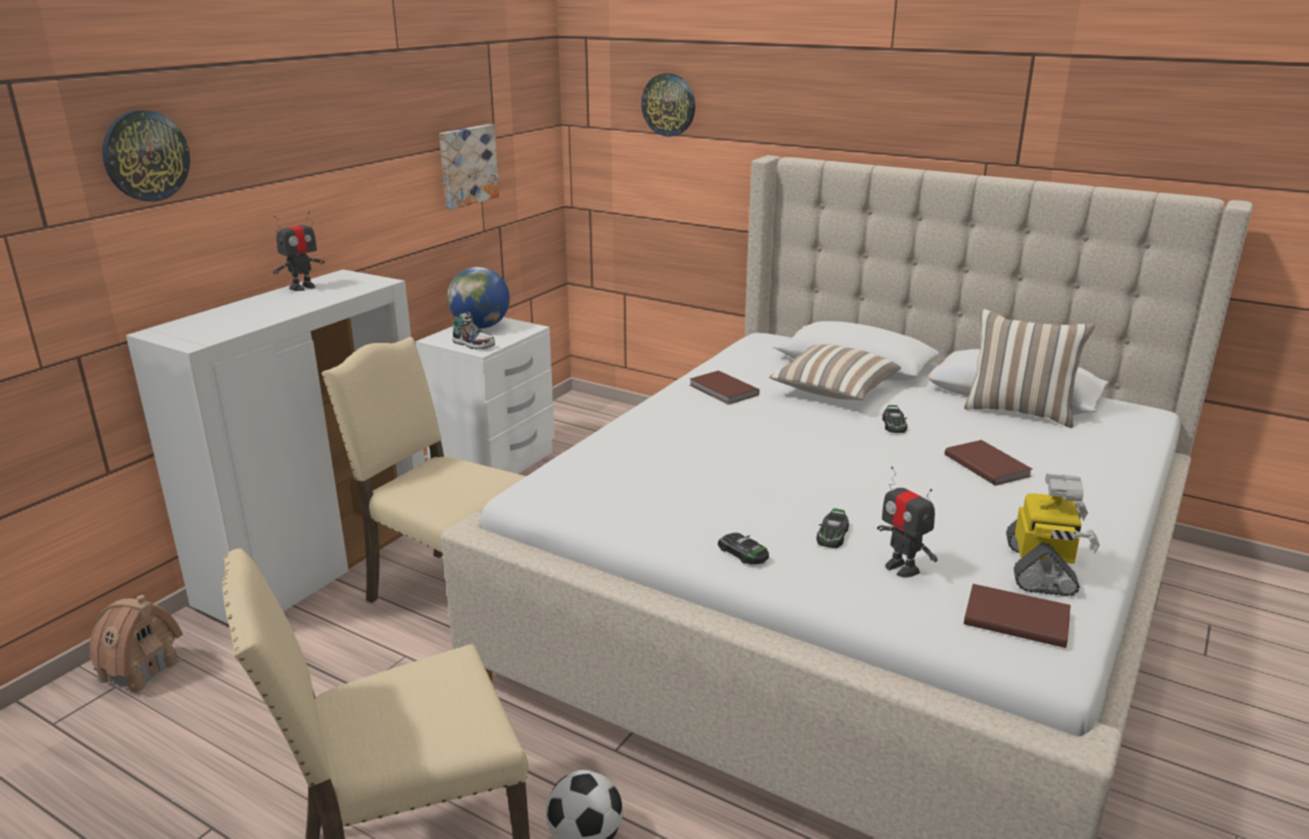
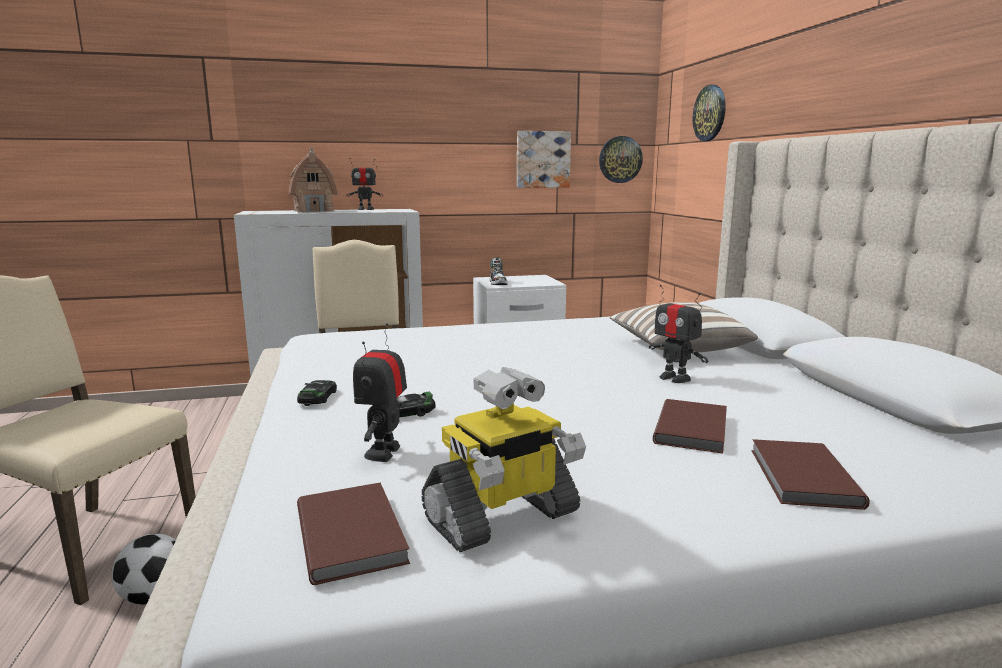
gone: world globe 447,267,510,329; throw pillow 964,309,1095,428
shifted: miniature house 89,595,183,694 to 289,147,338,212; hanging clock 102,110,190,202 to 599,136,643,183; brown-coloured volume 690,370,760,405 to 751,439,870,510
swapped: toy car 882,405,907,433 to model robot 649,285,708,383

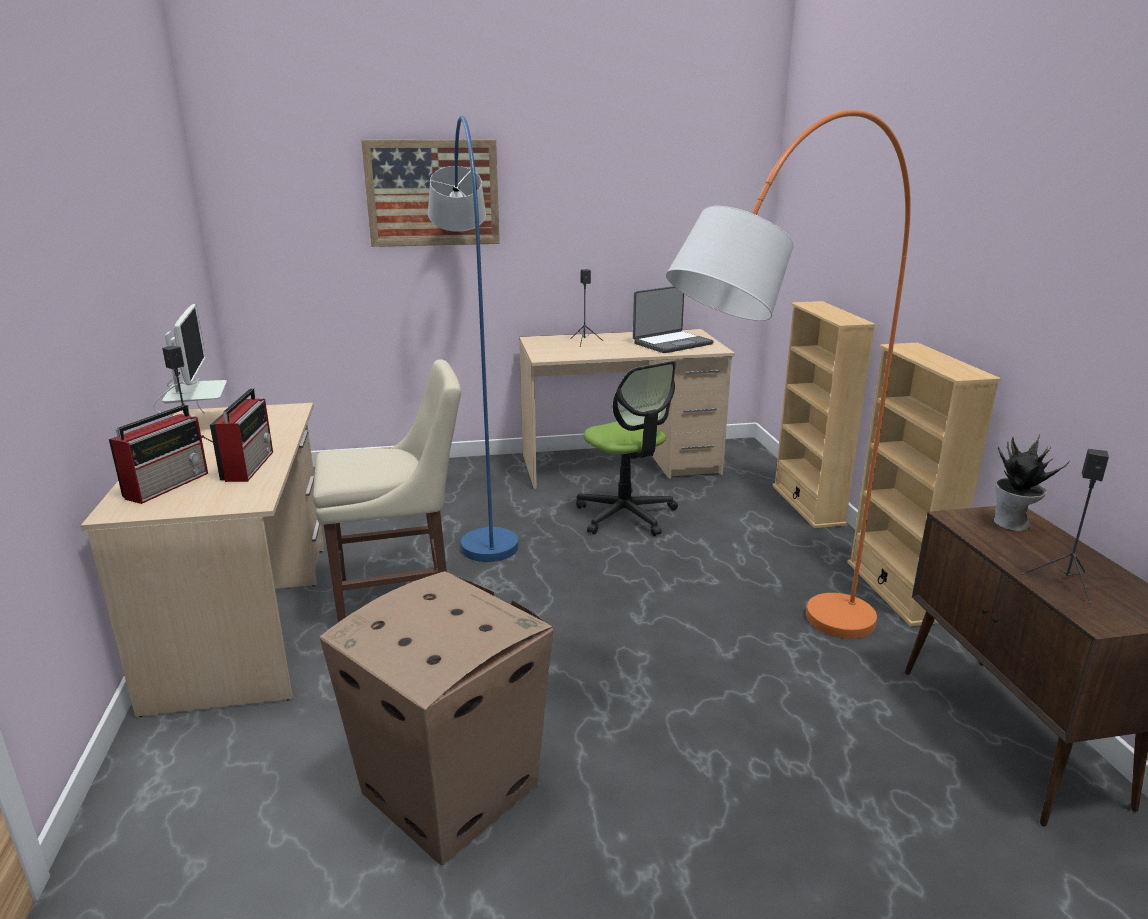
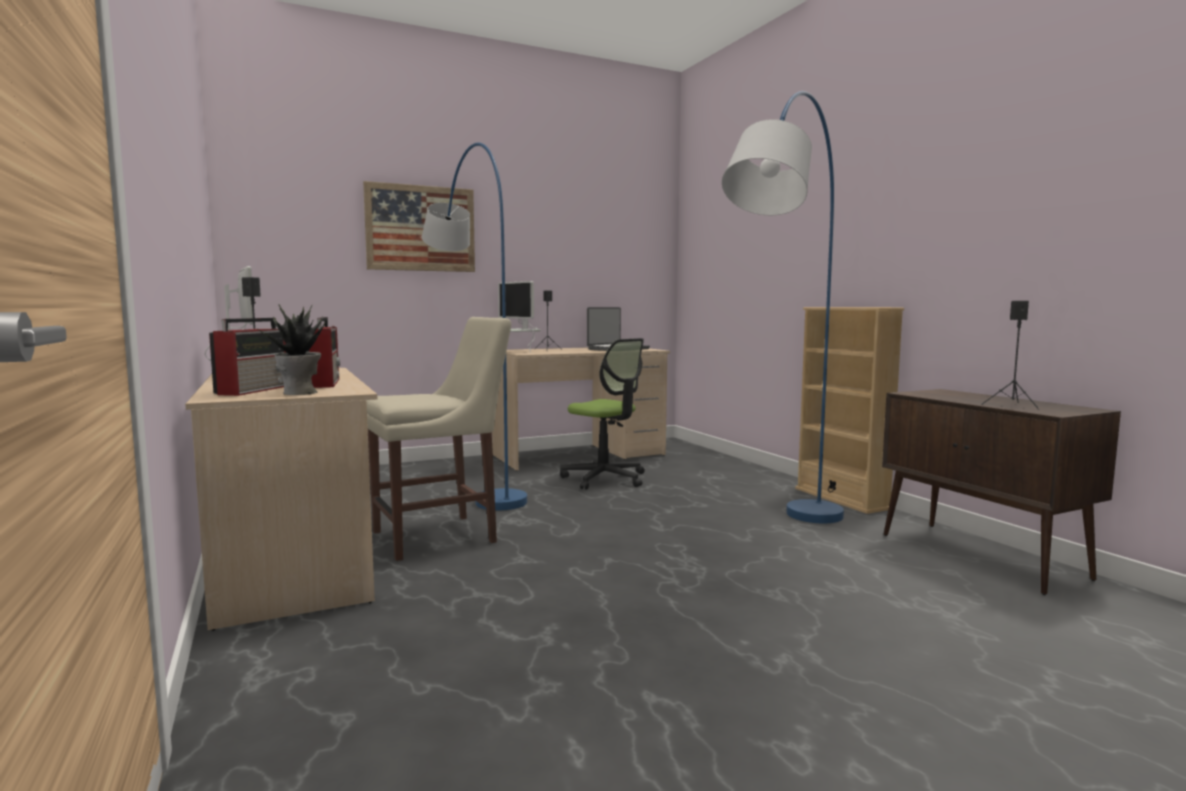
gone: carton 319,571,553,865; sand-coloured shelving unit 772,301,876,528
new: monitor 498,281,541,353
shifted: potted plant 994,434,1069,531 to 257,304,326,395
repainted: orange standard lamp 666,110,911,639 to blue standard lamp 722,91,844,523

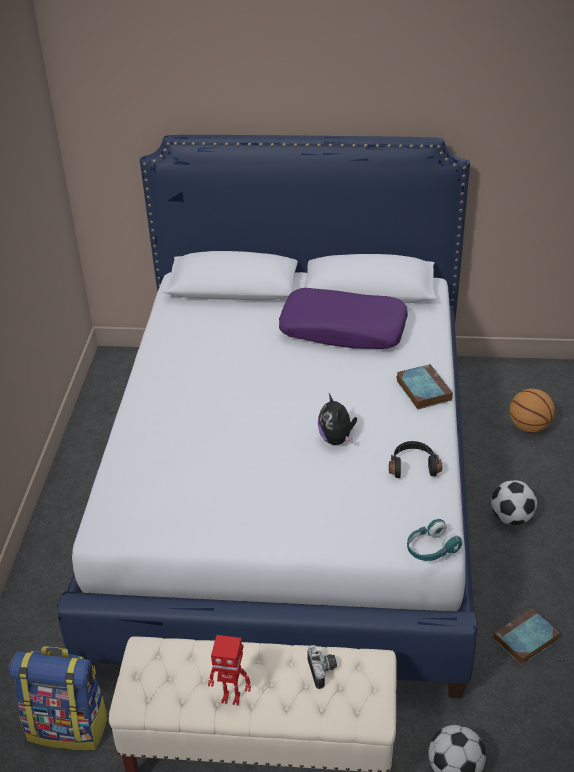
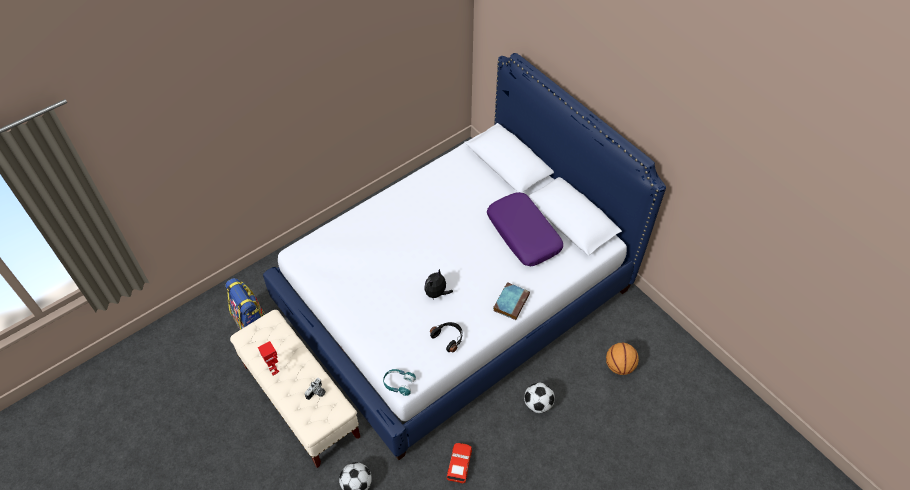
swapped: volume 493,608,560,665 to reddish toy car 447,443,472,484

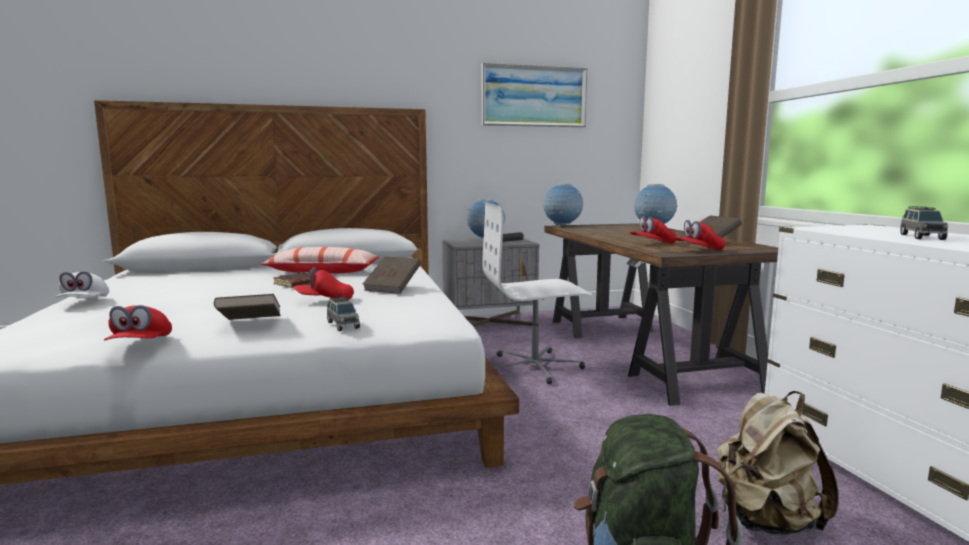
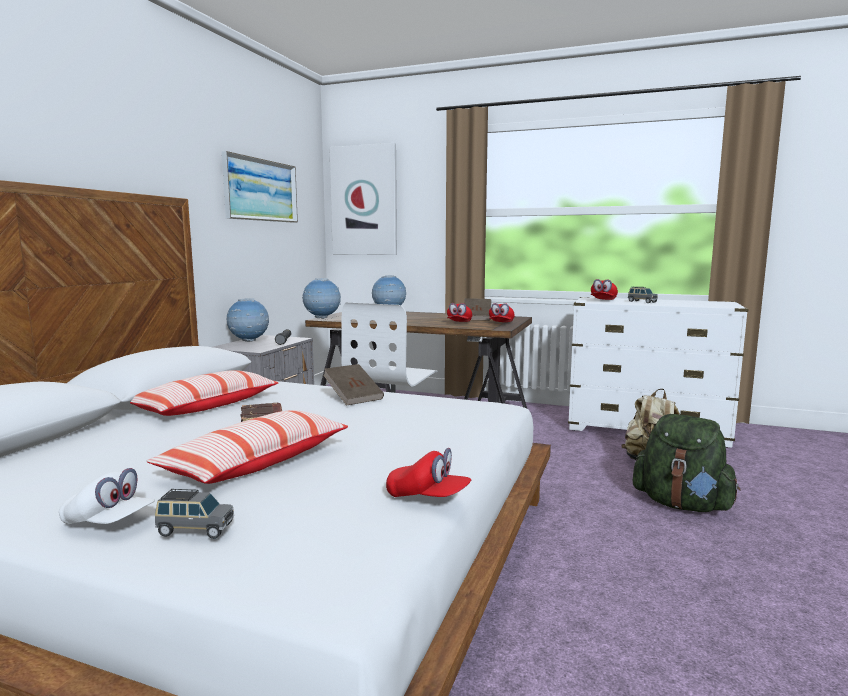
gone: brown-coloured volume 214,294,281,320
new: throw pillow 147,410,348,484; picture 329,143,397,255
shifted: reddish peaked cap 294,267,354,299 to 591,279,618,300; greyish toy car 327,296,360,331 to 155,489,234,539

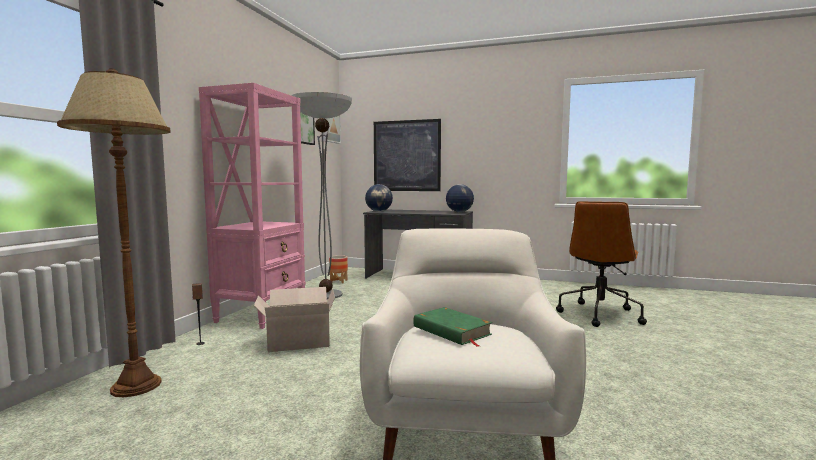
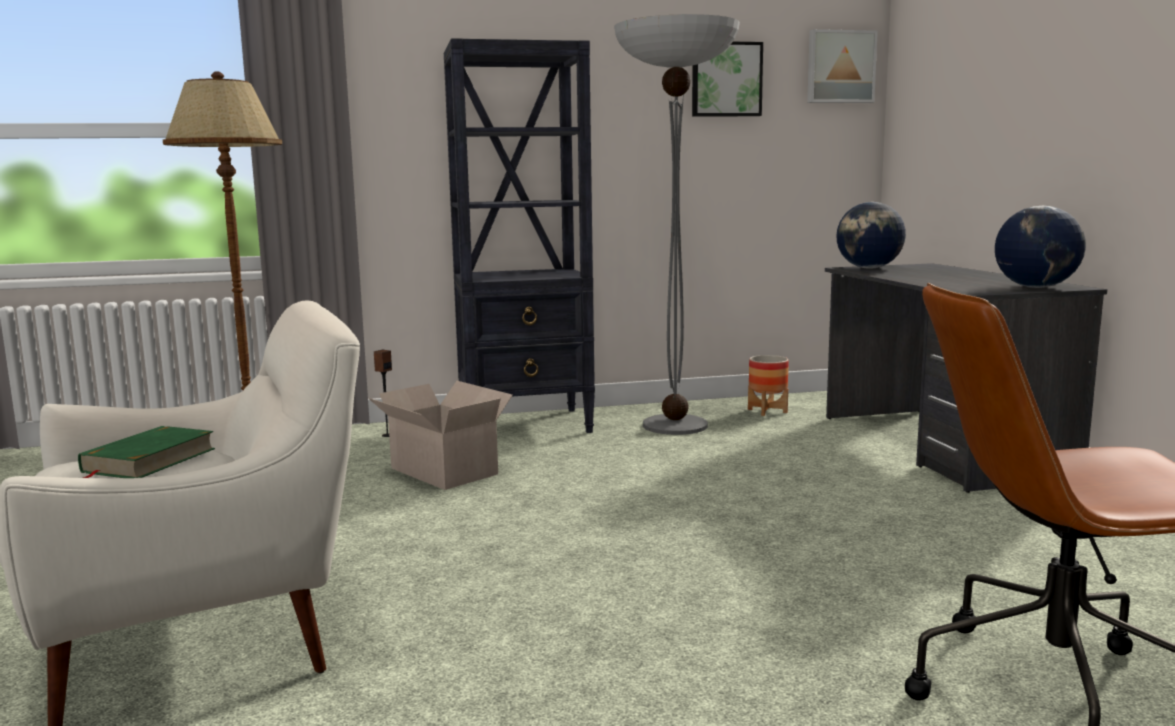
gone: picture 374,119,441,191
repainted: pink-coloured shelving unit 199,83,306,329 to blackish shelving unit 444,38,595,433

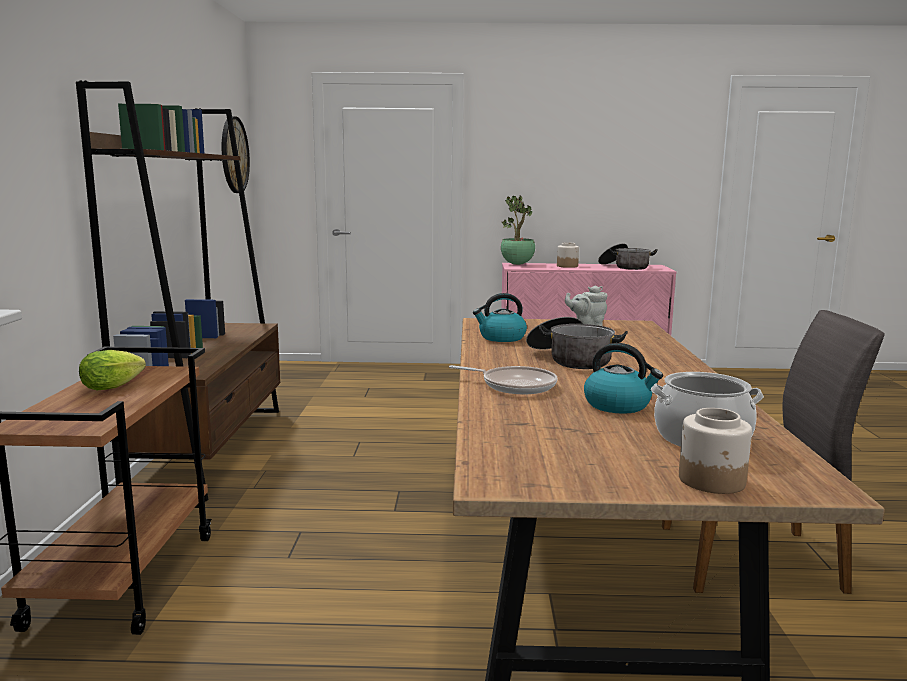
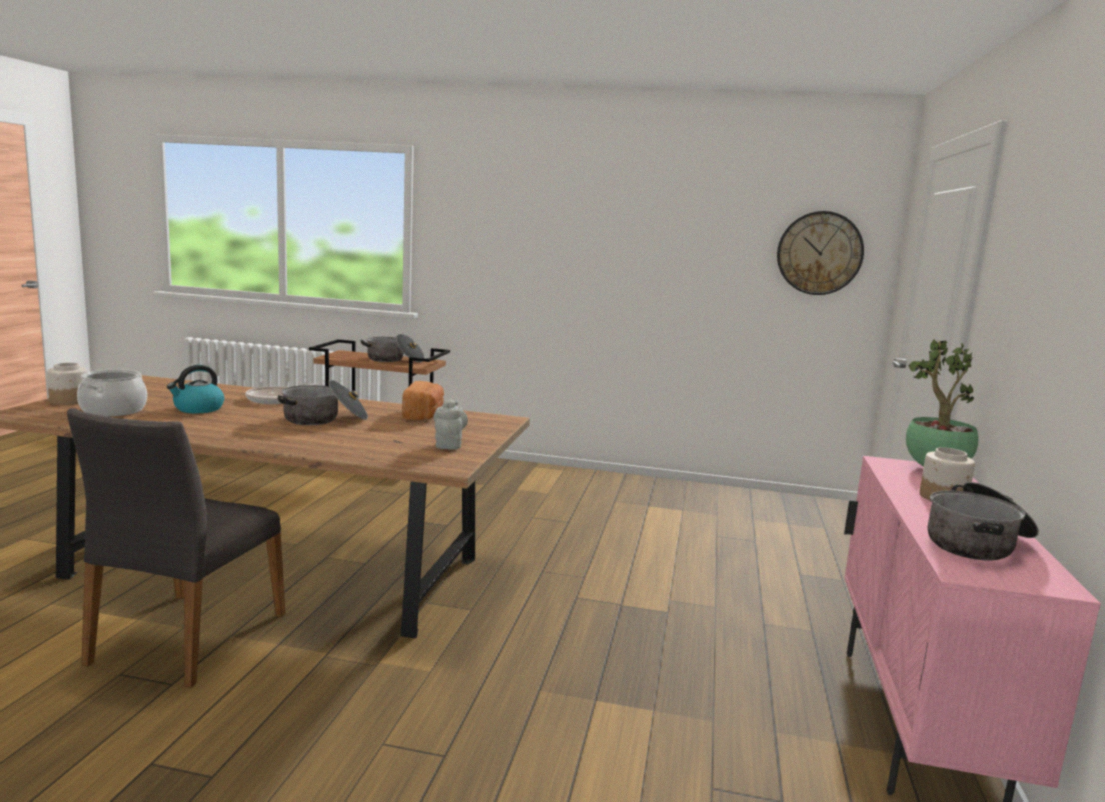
gone: brown-coloured shelving unit 76,81,280,502
swapped: lettuce head 79,350,146,390 to saucepot 360,334,424,363; kettle 473,293,527,342 to bakery bread 402,381,444,420

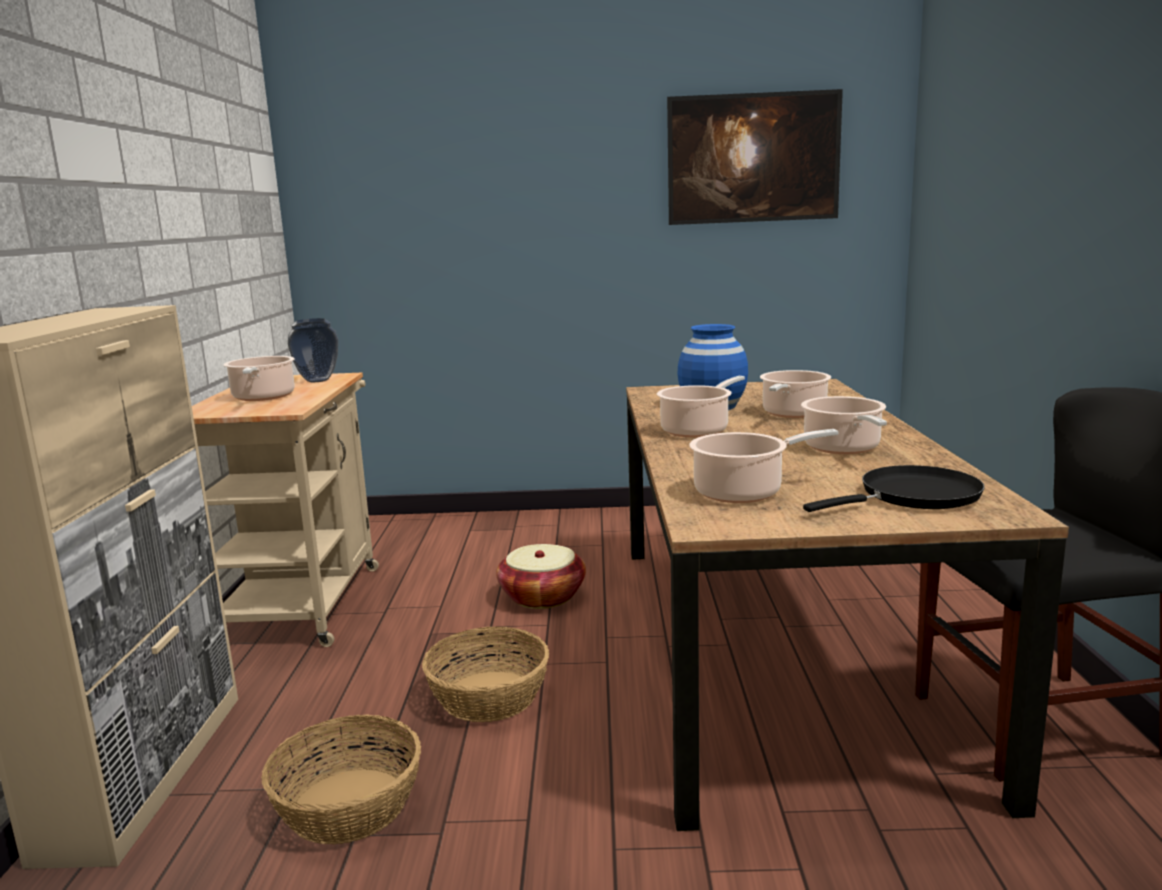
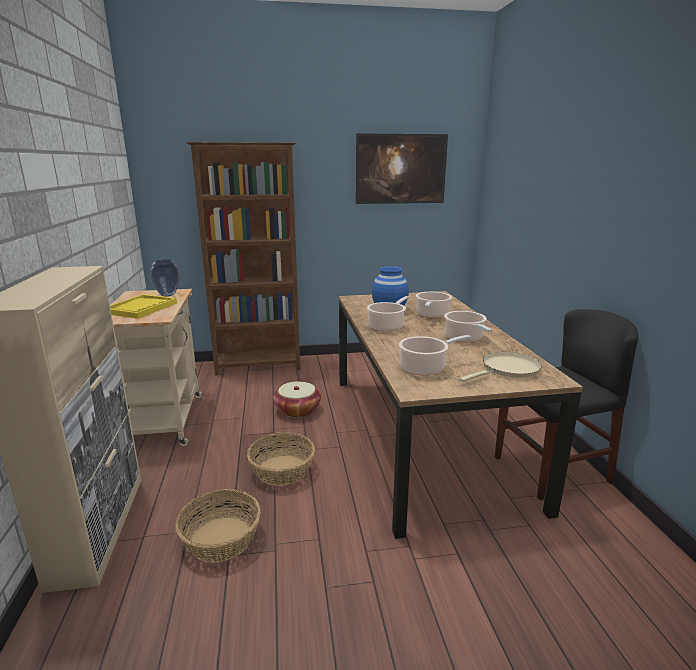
new: brown-coloured shelving unit 186,142,300,375
swapped: saucepot 223,356,295,401 to yellow-coloured tray 110,294,177,319
repainted: blackish frying pan 803,465,985,512 to sand-coloured frying pan 460,352,542,382

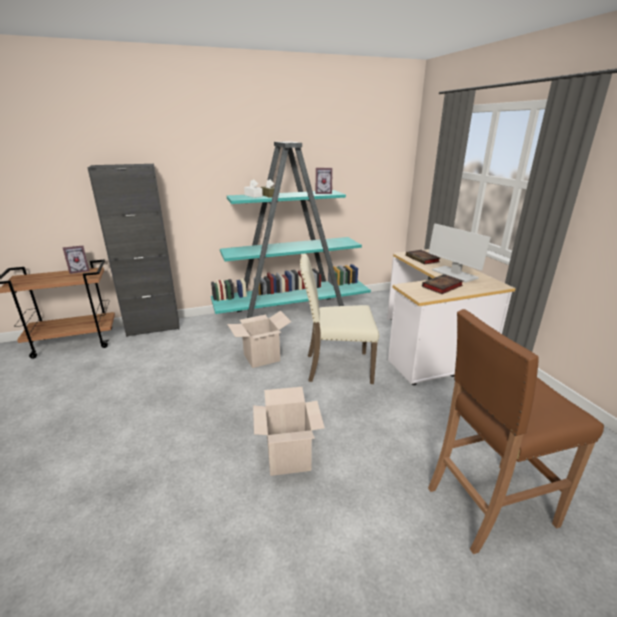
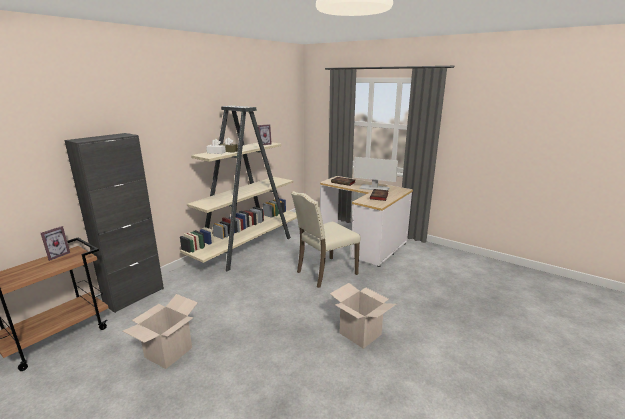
gone: brown-coloured stool seat 428,309,604,554
shifted: carton 227,311,291,368 to 123,294,198,369
repainted: blue-green shelving unit 211,141,371,318 to sand-coloured shelving unit 180,106,297,271

